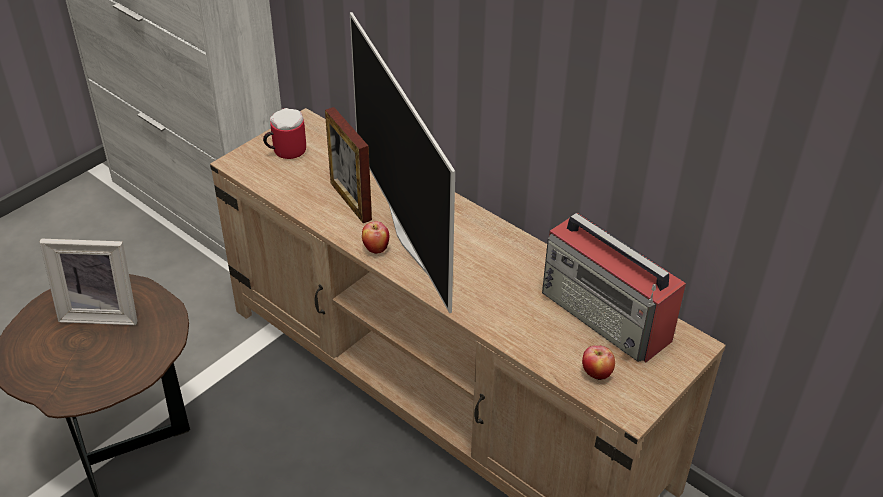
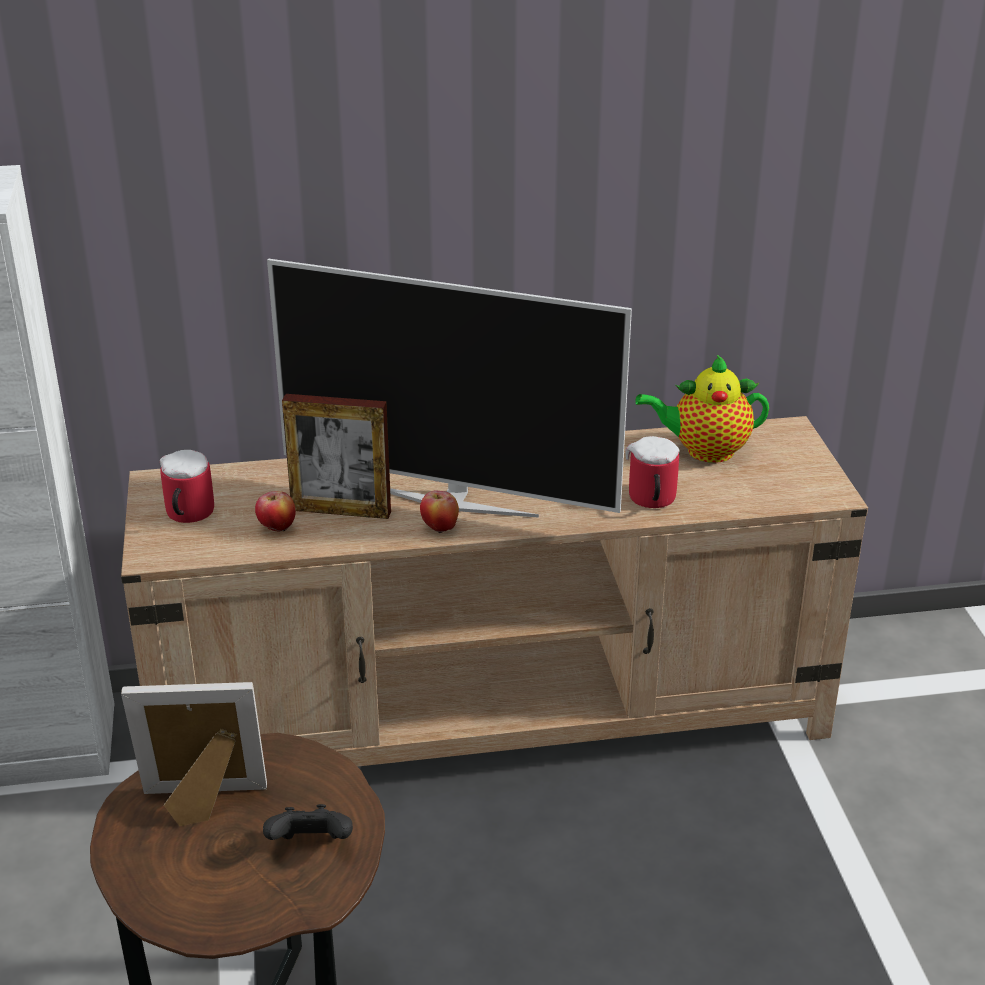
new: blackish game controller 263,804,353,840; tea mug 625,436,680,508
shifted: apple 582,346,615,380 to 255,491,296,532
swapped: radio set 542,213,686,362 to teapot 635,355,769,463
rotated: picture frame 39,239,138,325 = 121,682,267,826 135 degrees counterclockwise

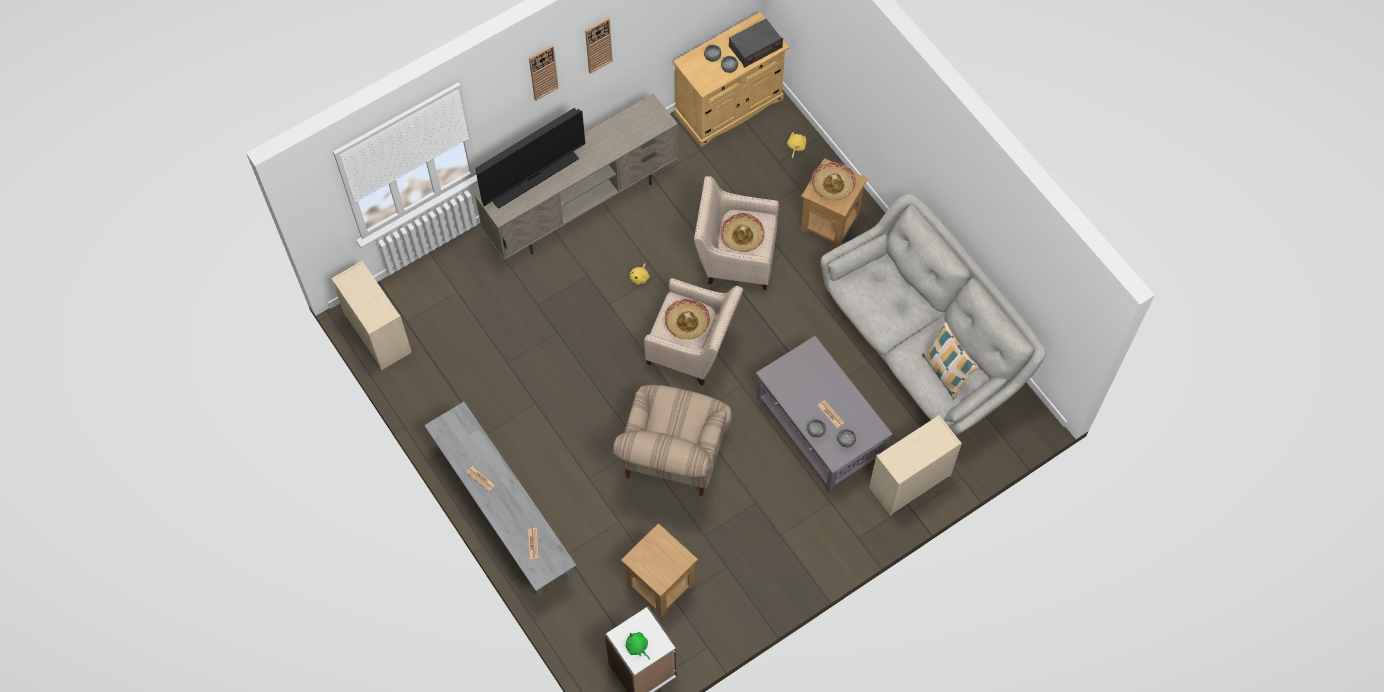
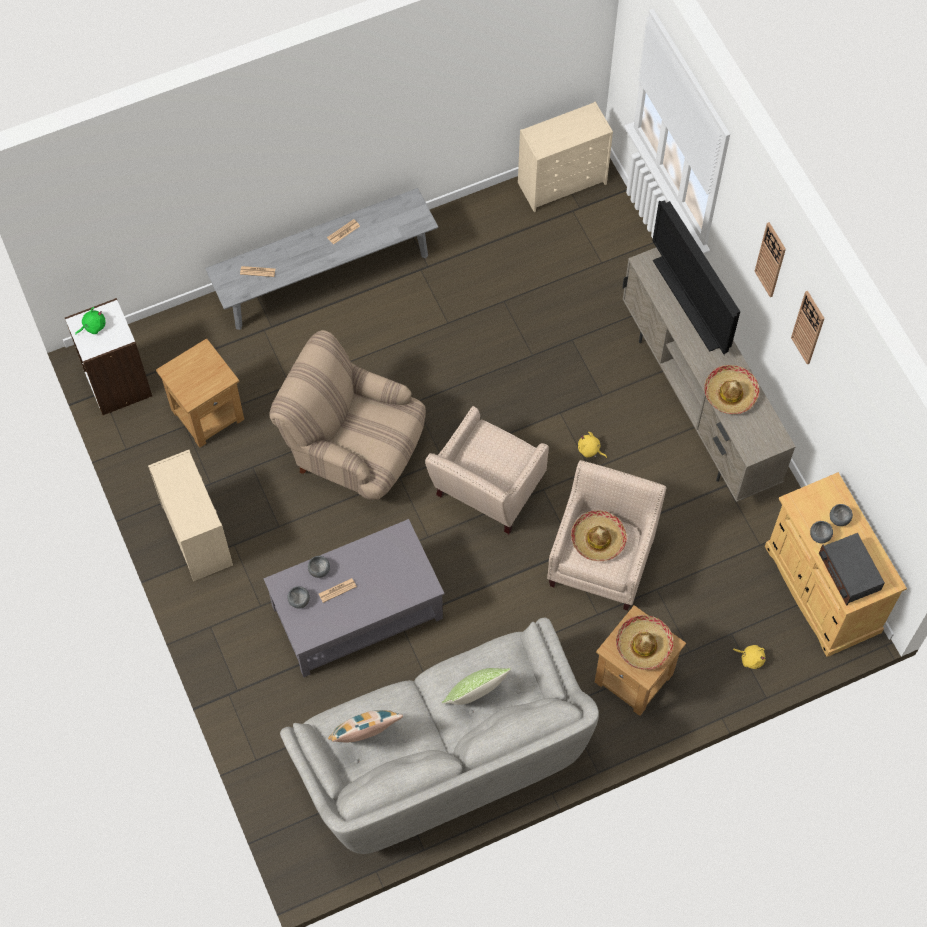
new: throw pillow 442,668,511,705
shifted: hat 665,299,710,340 to 704,365,759,414; sand-coloured dresser 869,415,962,516 to 148,450,233,581

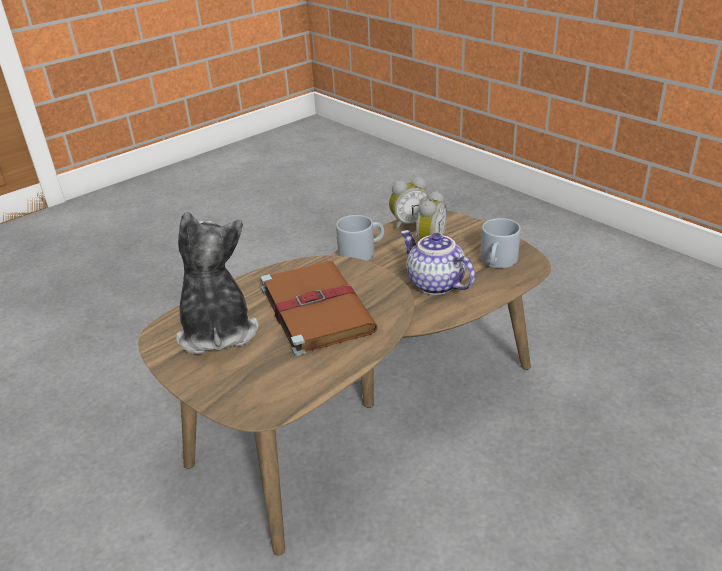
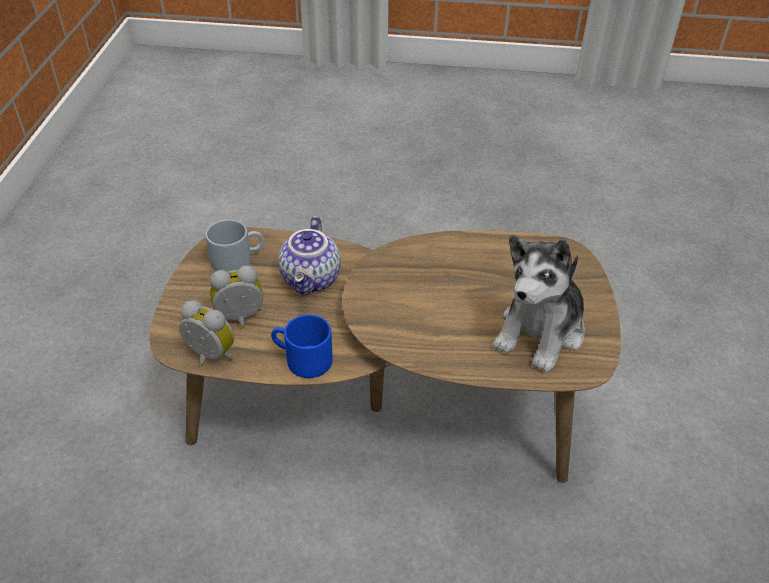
gone: brown-coloured volume 261,261,378,356
repainted: greyish tea mug 336,215,384,261 to blue tea mug 271,315,333,378

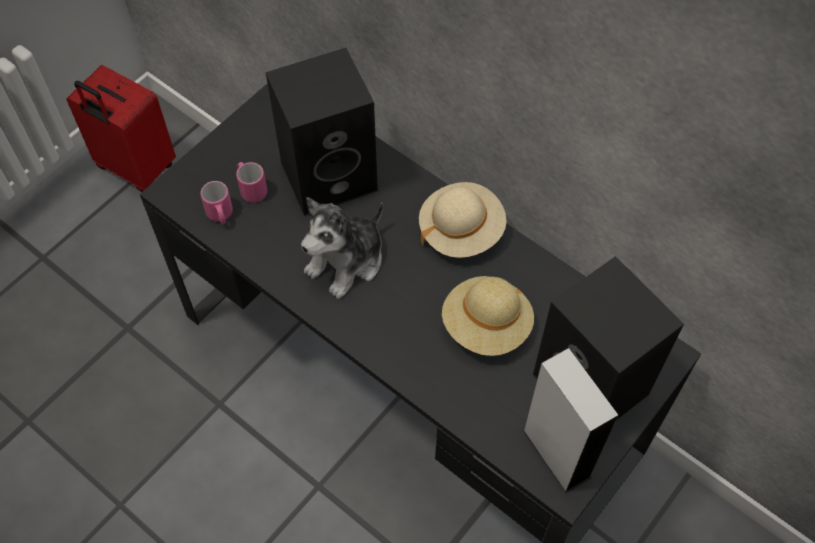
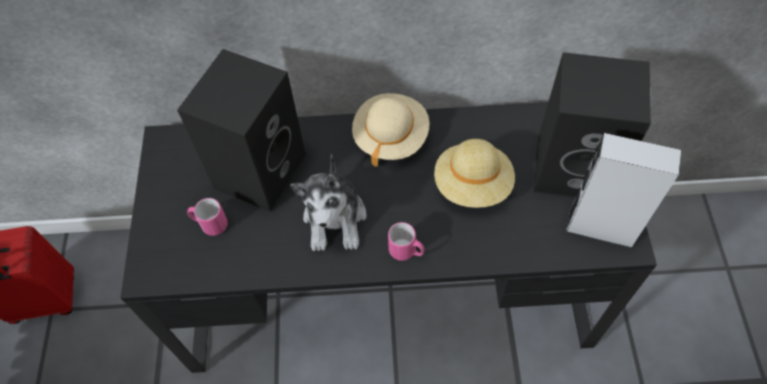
shifted: pink-coloured tea mug 200,181,233,225 to 388,222,425,261

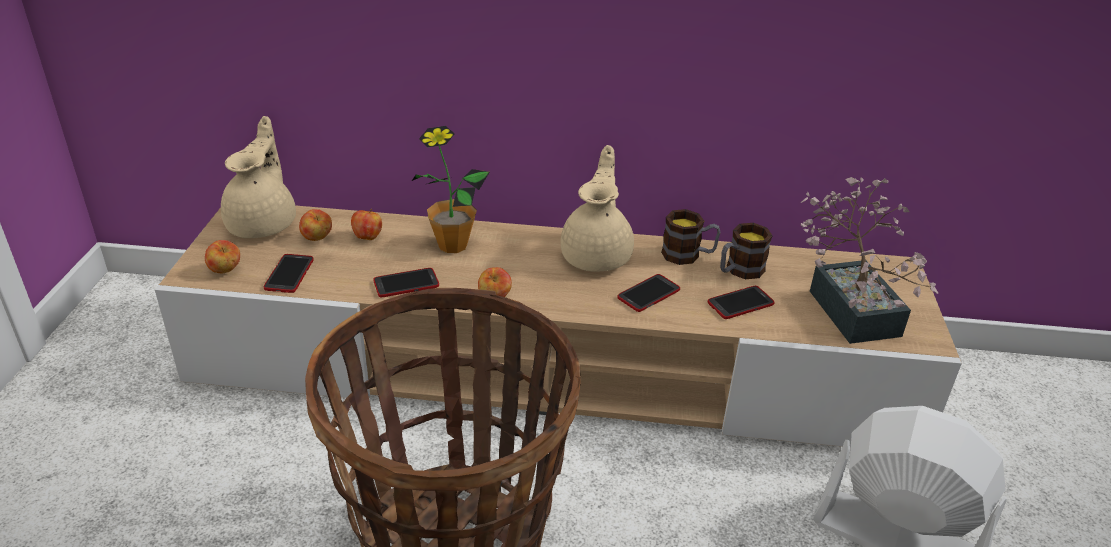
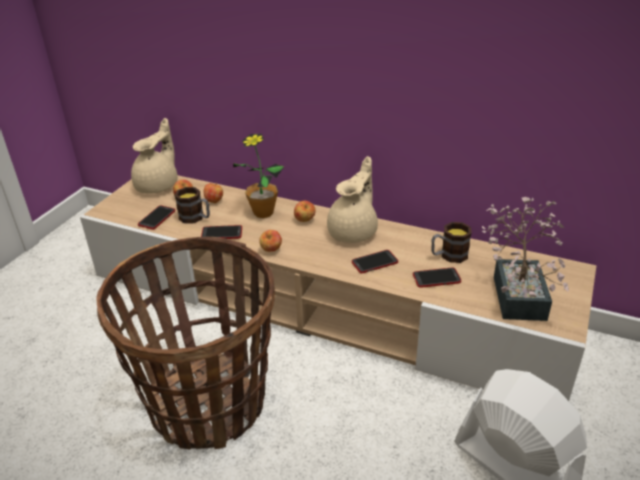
shifted: apple 205,240,240,273 to 294,201,316,222; tea mug 661,209,721,265 to 174,187,210,224

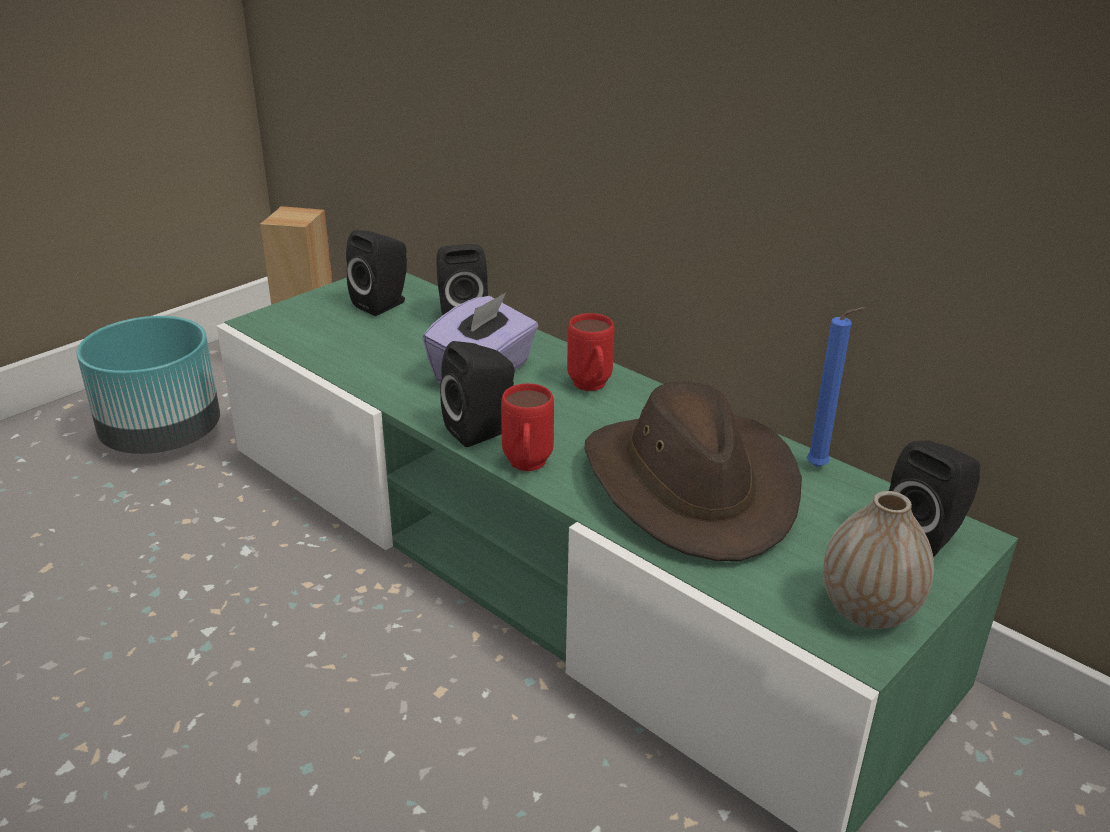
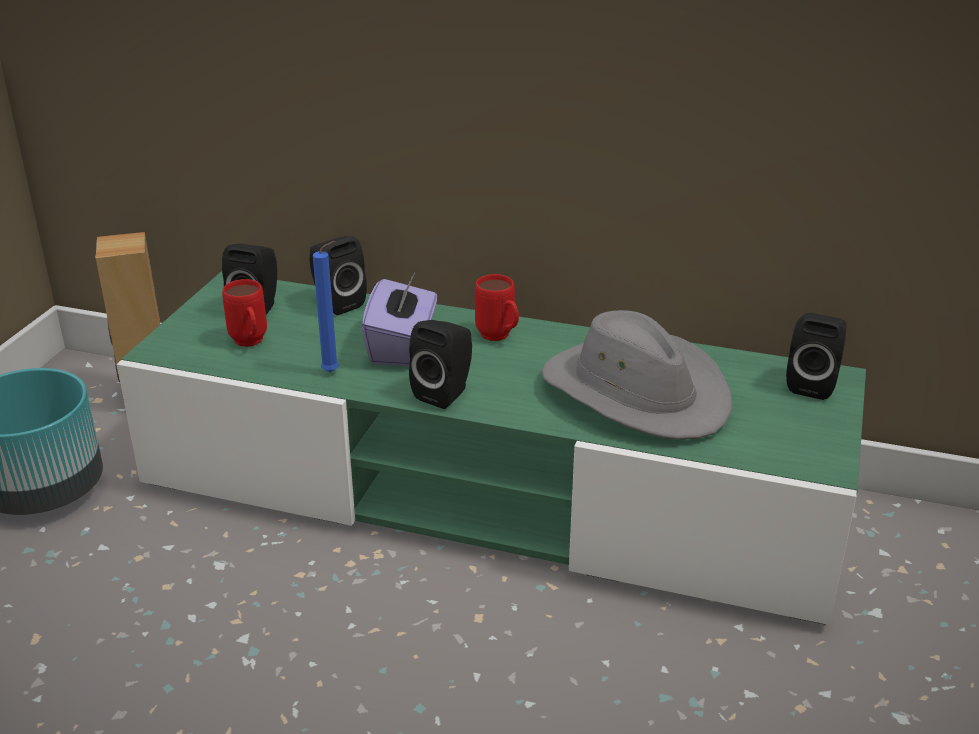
gone: vase 823,491,934,629
shifted: reddish tea mug 501,383,554,471 to 222,279,267,347; blue wax candle 807,307,865,467 to 313,241,339,373
repainted: brown-coloured hat 585,381,802,561 to greyish hat 542,310,732,440

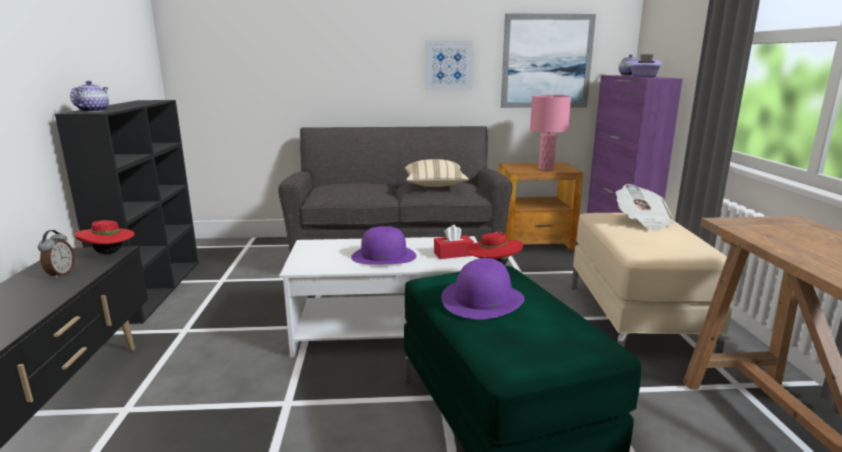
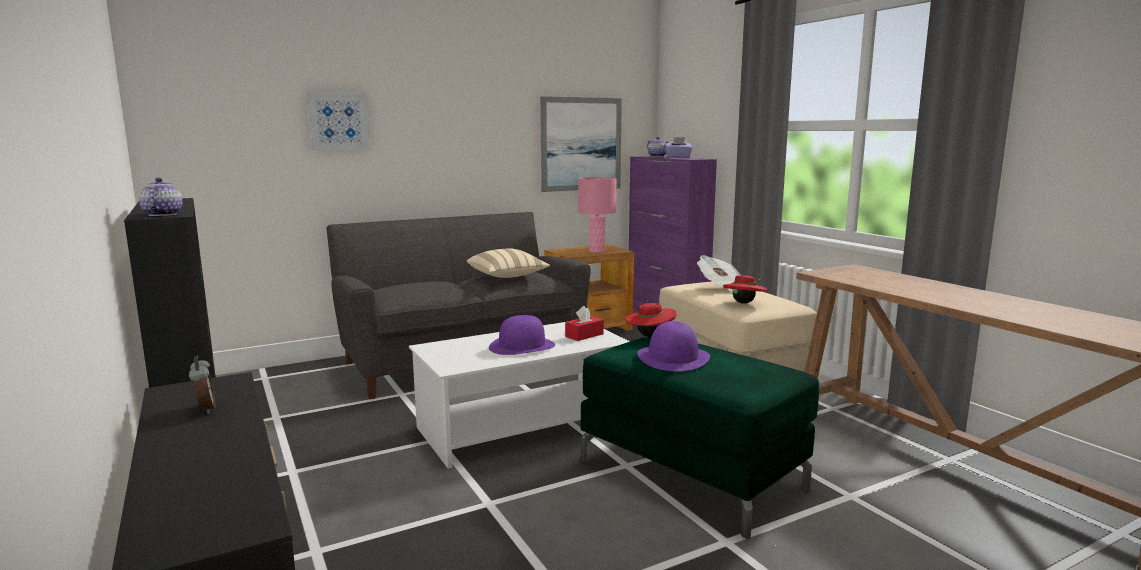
shifted: reddish hat 75,220,135,254 to 723,275,767,304; picture 426,41,473,90 to 306,92,370,151

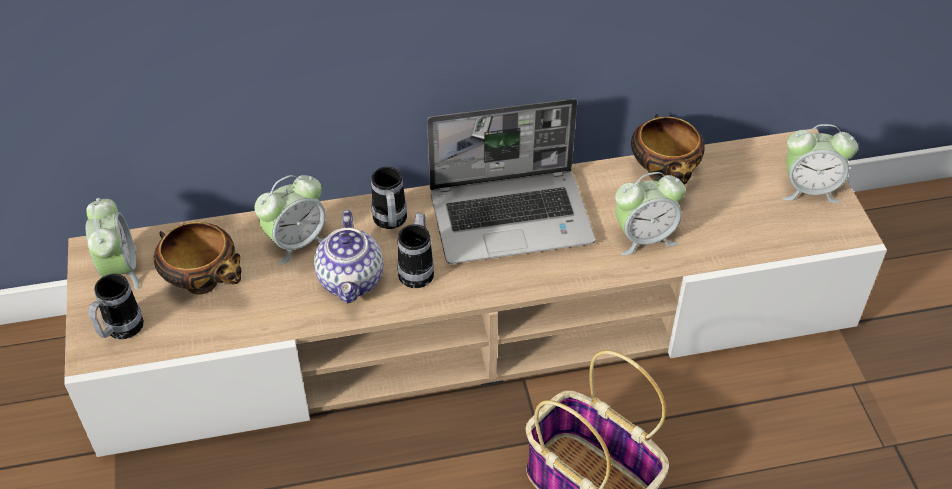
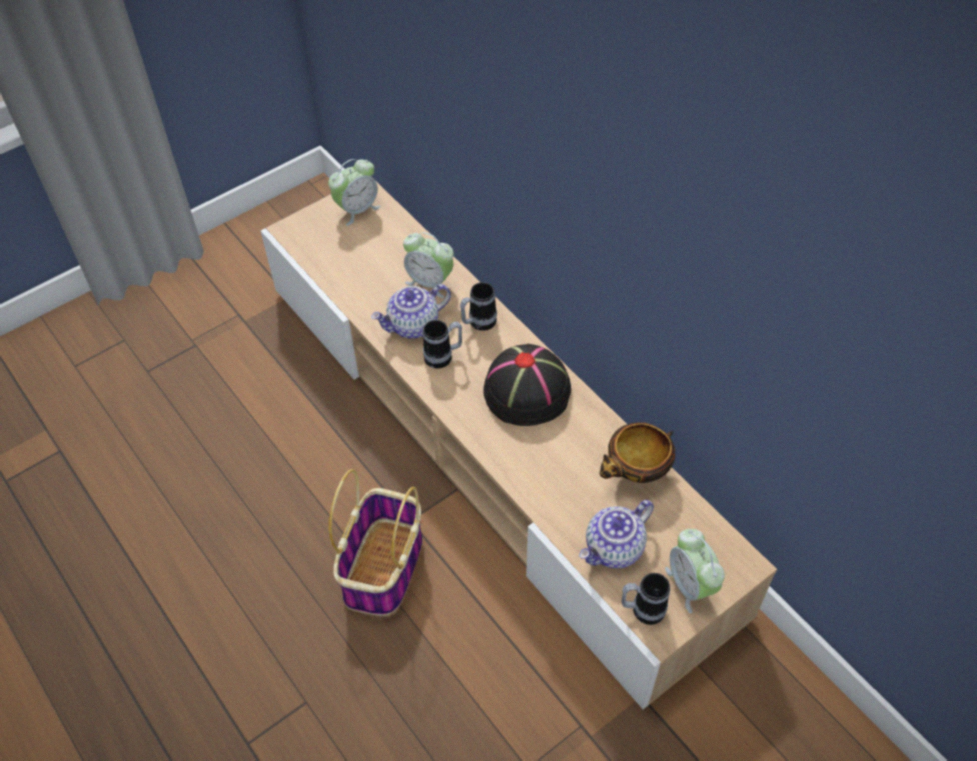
gone: serving bowl 154,222,242,295; alarm clock 615,172,686,255
new: teapot 579,500,654,568
shifted: tea mug 88,274,144,339 to 621,573,670,625
swapped: portable computer 427,98,595,264 to blackish hat 483,344,571,426

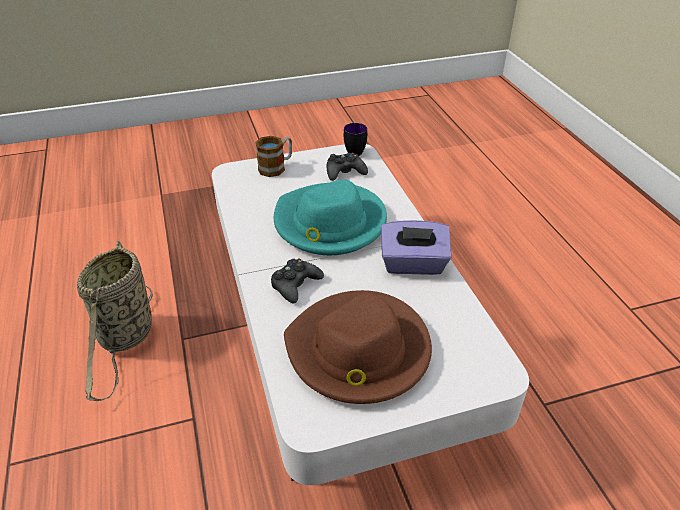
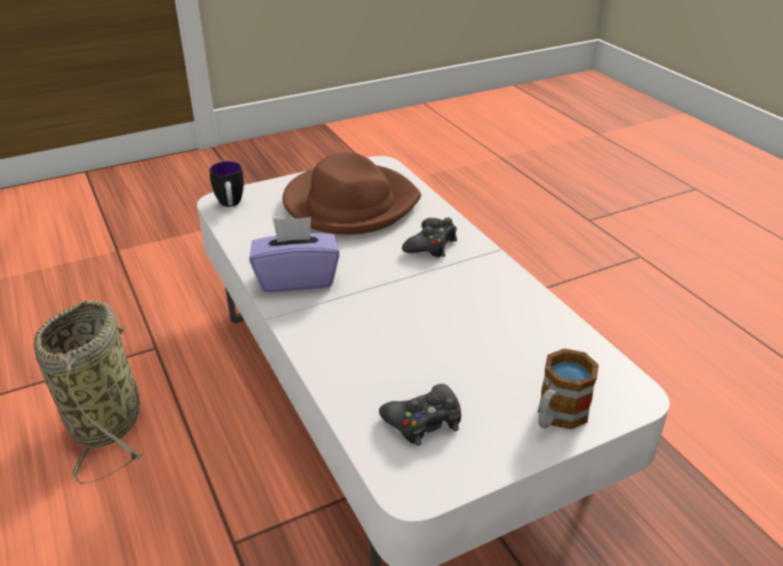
gone: blue-green hat 274,180,387,255
shifted: basket 77,241,153,401 to 33,300,144,484; tea mug 344,123,367,156 to 209,161,244,207

